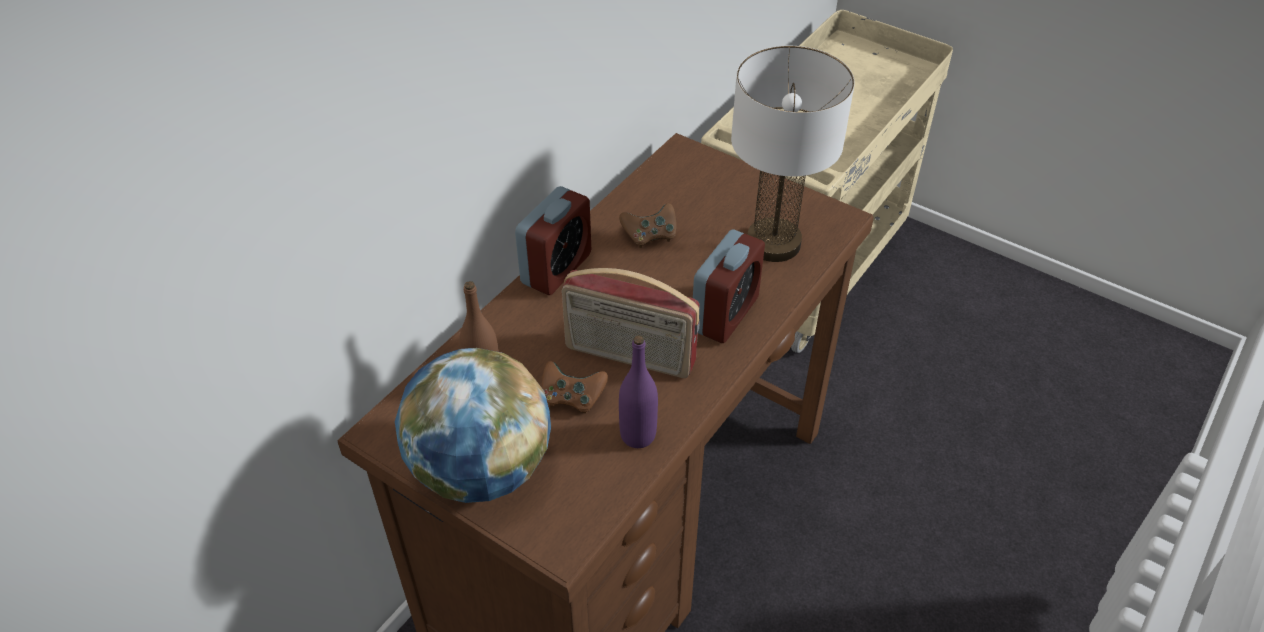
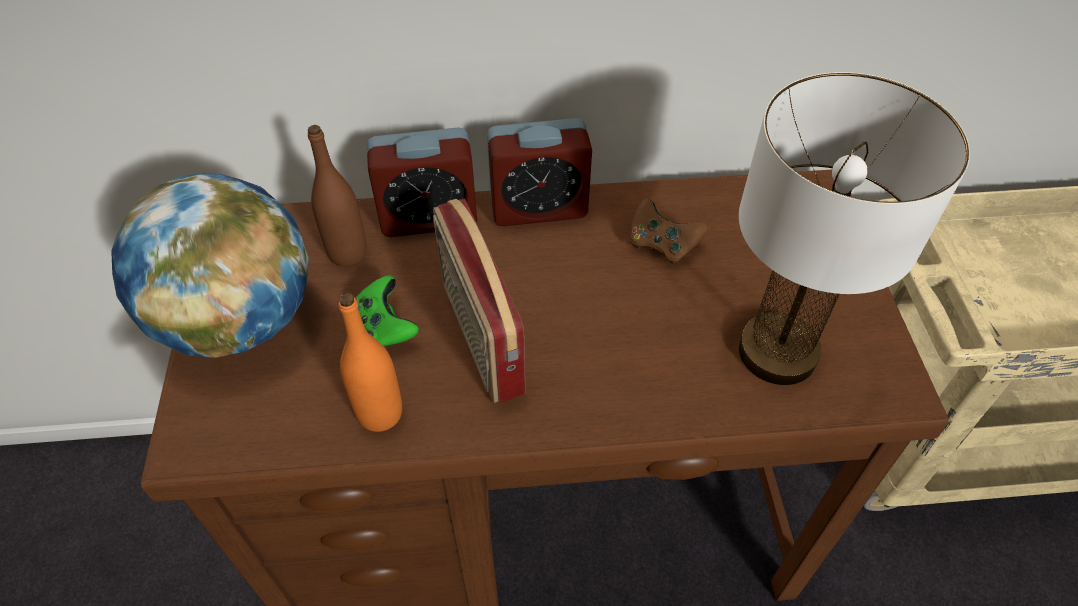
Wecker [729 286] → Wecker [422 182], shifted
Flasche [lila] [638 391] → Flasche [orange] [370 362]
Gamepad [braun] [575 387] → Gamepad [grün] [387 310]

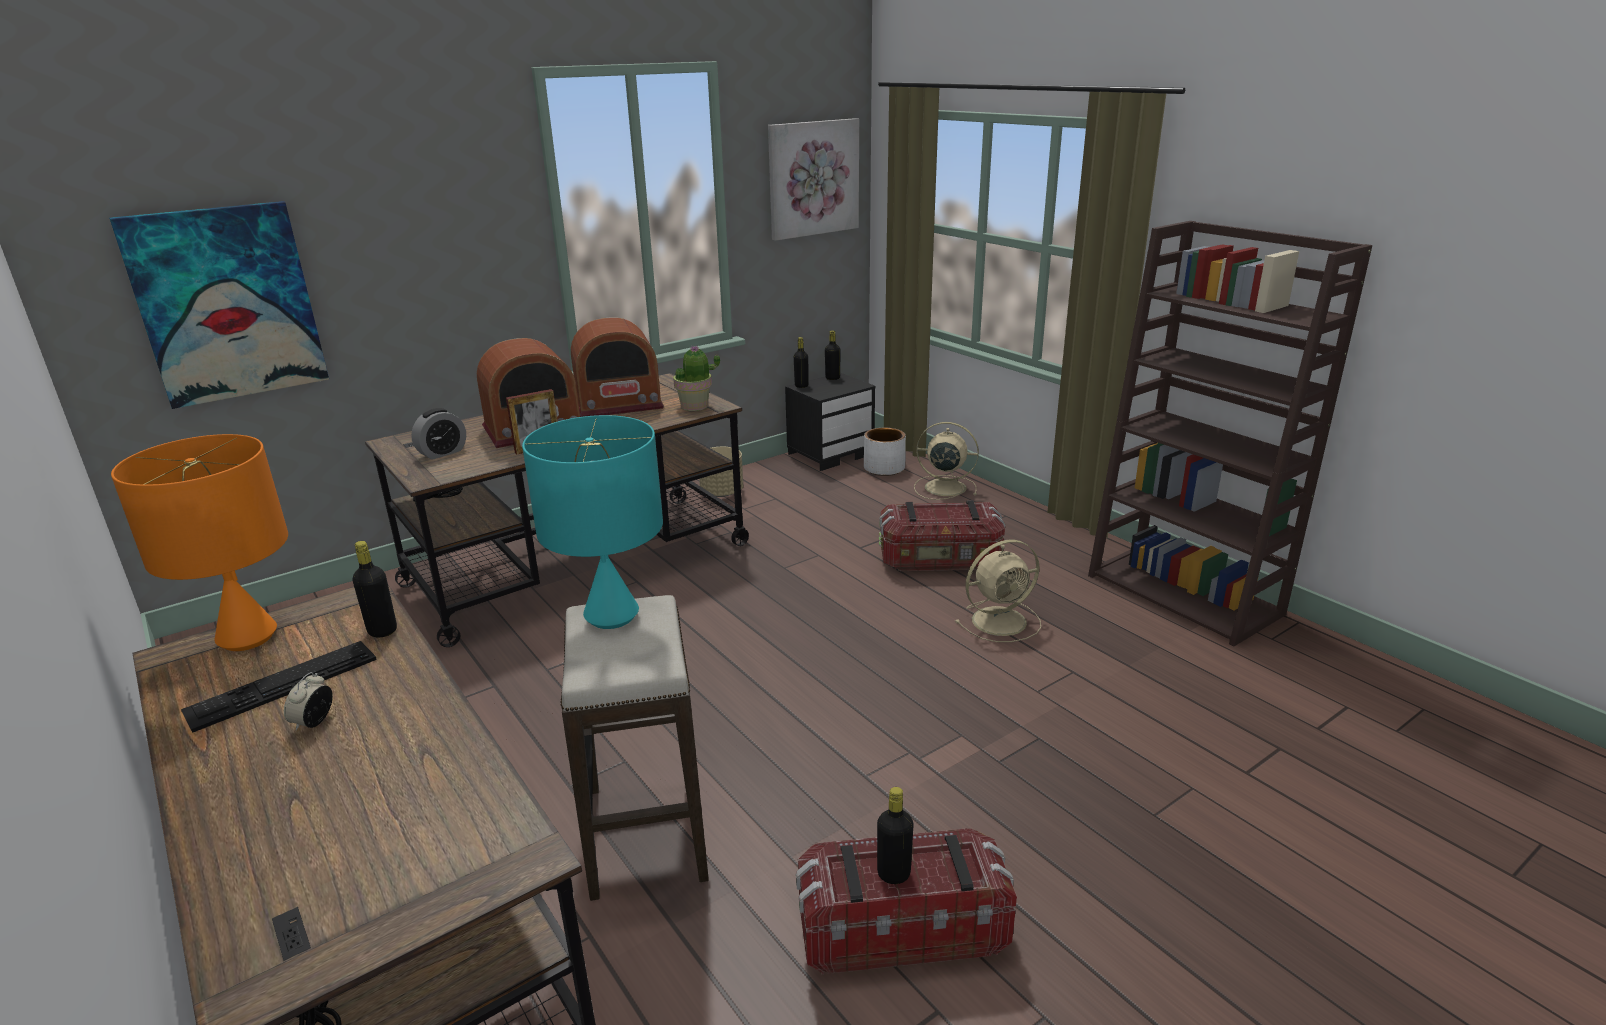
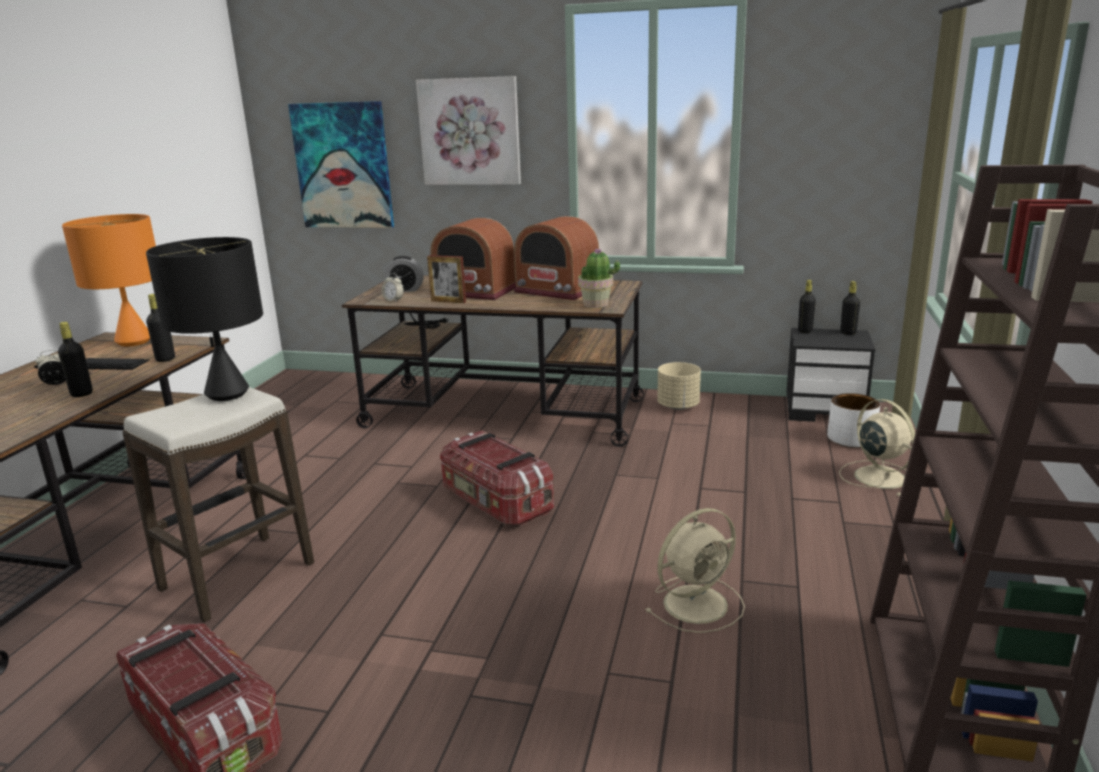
Bild [813 179] → Bild [468 130], shifted
Tischlampe [türkis] [592 522] → Tischlampe [schwarz] [204 319]
Aufbewahrungsbox [942 535] → Aufbewahrungsbox [497 478], shifted
Ventilator [beige] [998 591] → Ventilator [beige] [695 570], 60 degrees counterclockwise
Flasche [schwarz] [895 835] → Flasche [schwarz] [75 359], shifted
- → Wecker [392 287]

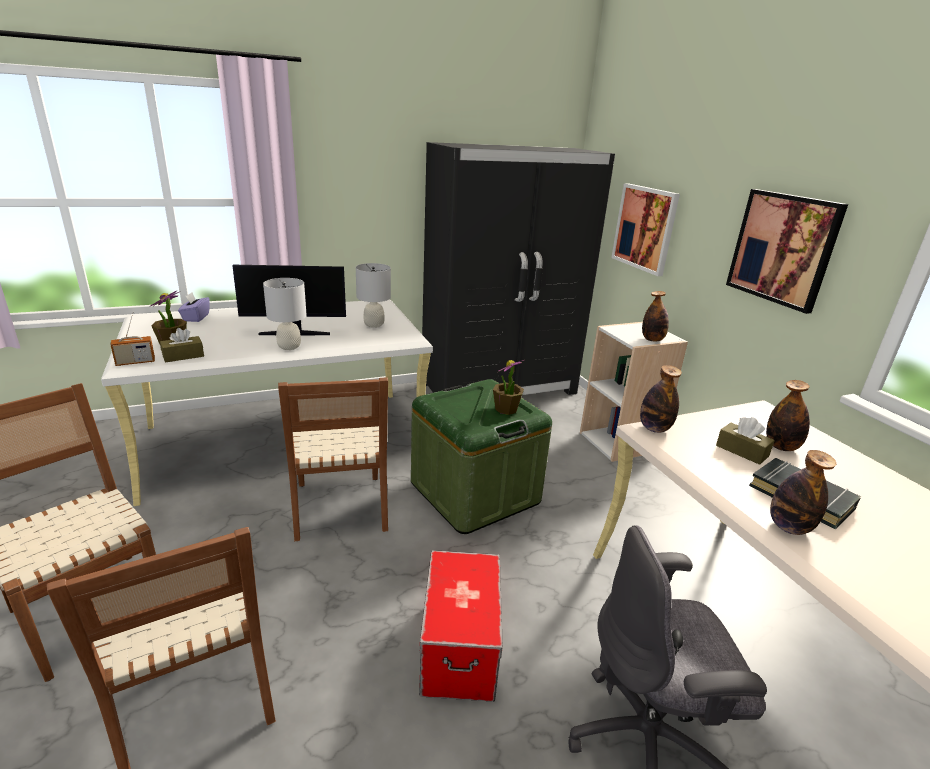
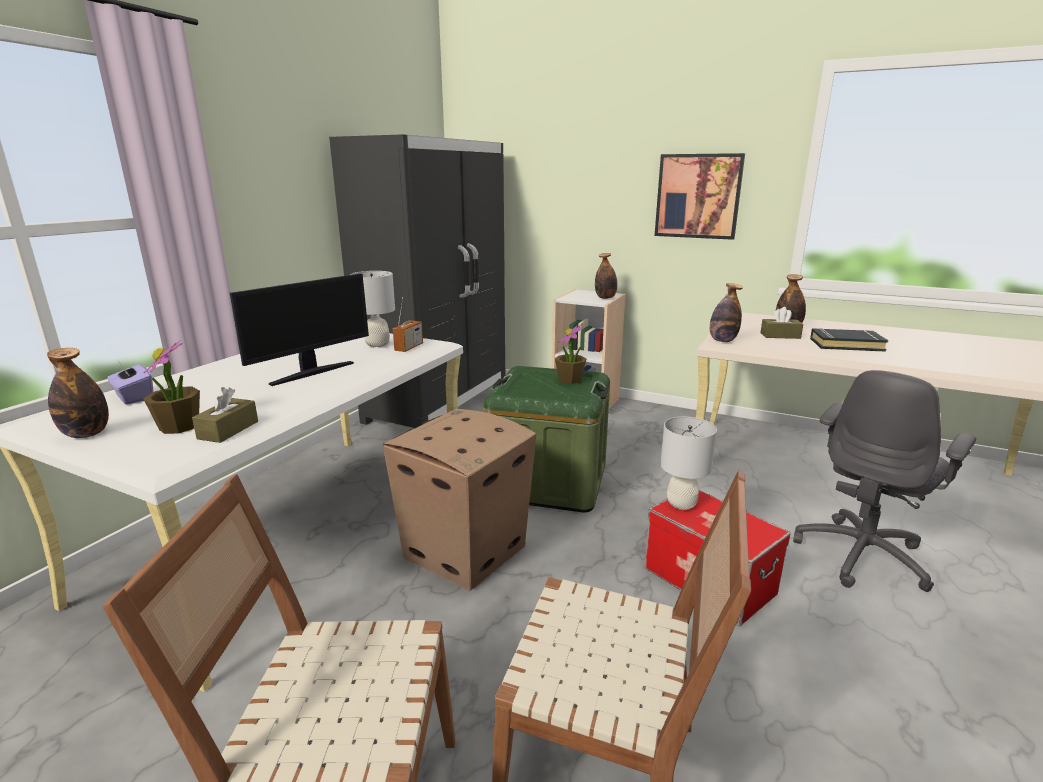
Bild [645 229] → -
Tischlampe [grau] [285 314] → Tischlampe [grau] [688 463], shifted
Radio [132 339] → Radio [408 324], shifted
Stuhl [333 459] → Karton [459 500]
Flasche [803 492] → Flasche [78 393], shifted

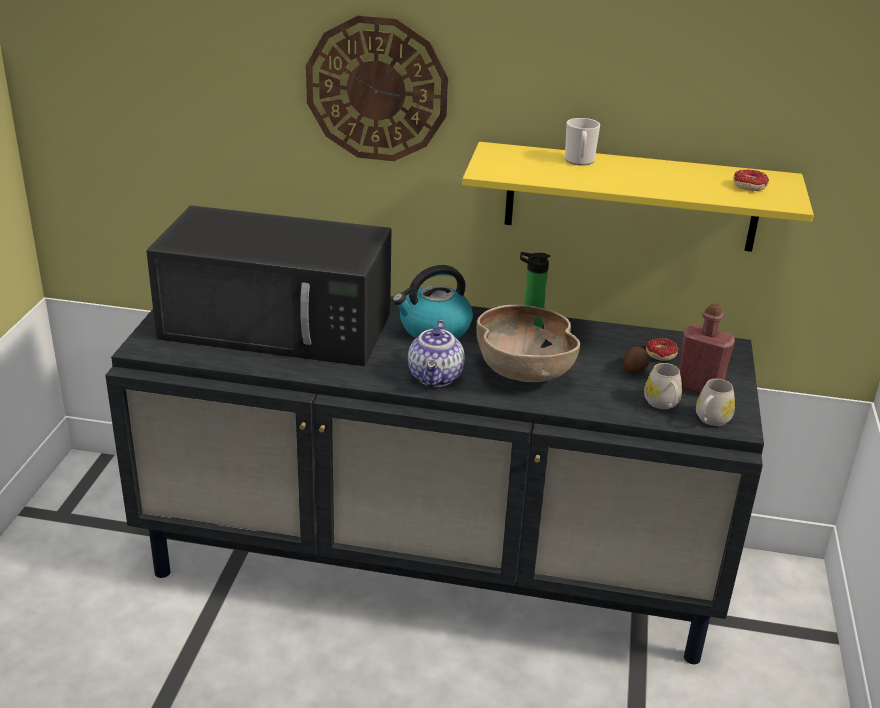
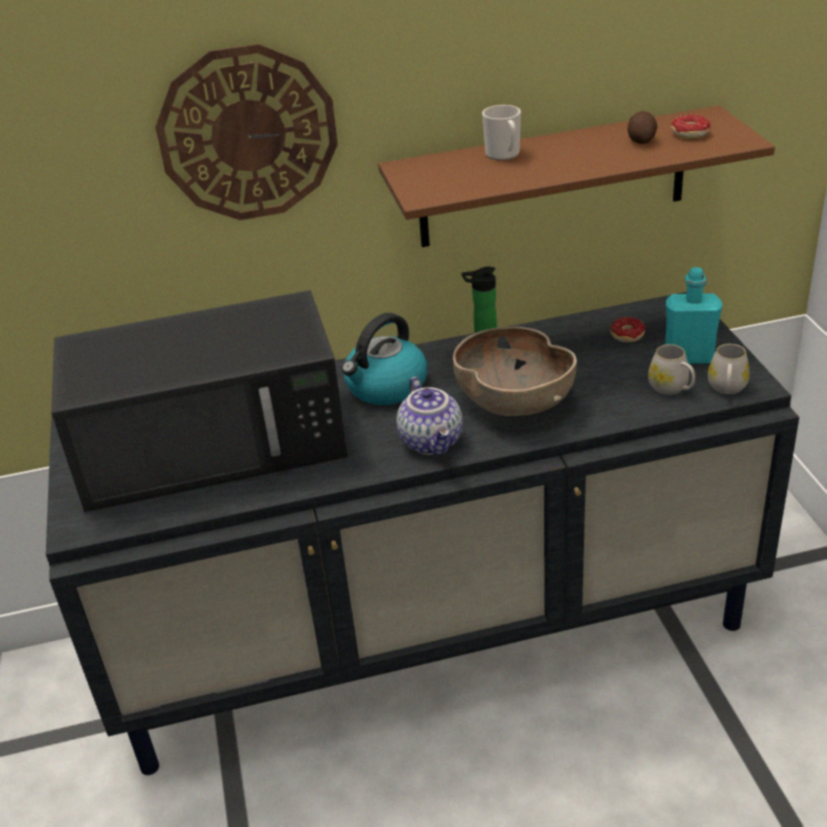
Wandregal [gelb] [638 197] → Wandregal [braun] [576 176]
Flasche [rot] [707 348] → Flasche [türkis] [693 315]
Kartoffel [636 360] → Kartoffel [643 127], shifted

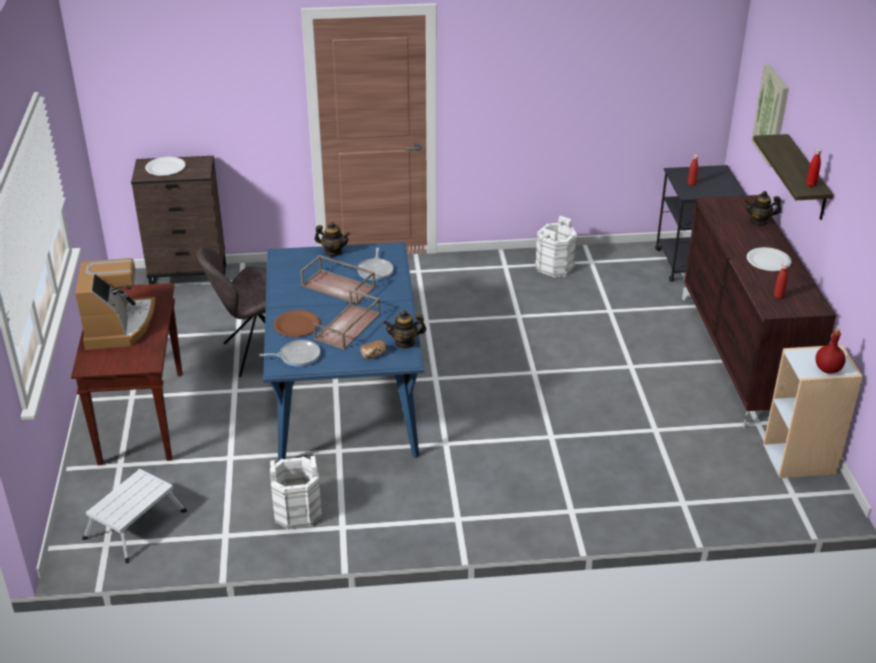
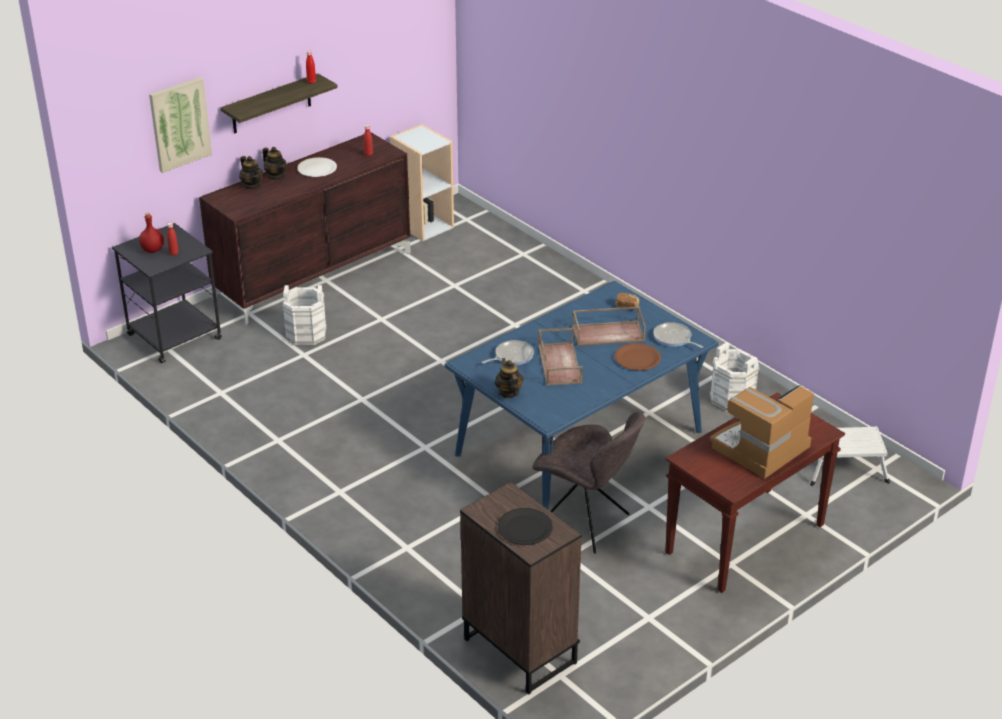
Teller [weiß] [165 166] → Teller [schwarz] [525 526]
Eimer [weiß] [556 246] → Eimer [weiß] [305 315], shifted
Teekanne [404 329] → Teekanne [274 163], shifted
Flasche [rot] [830 351] → Flasche [rot] [151 233], shifted

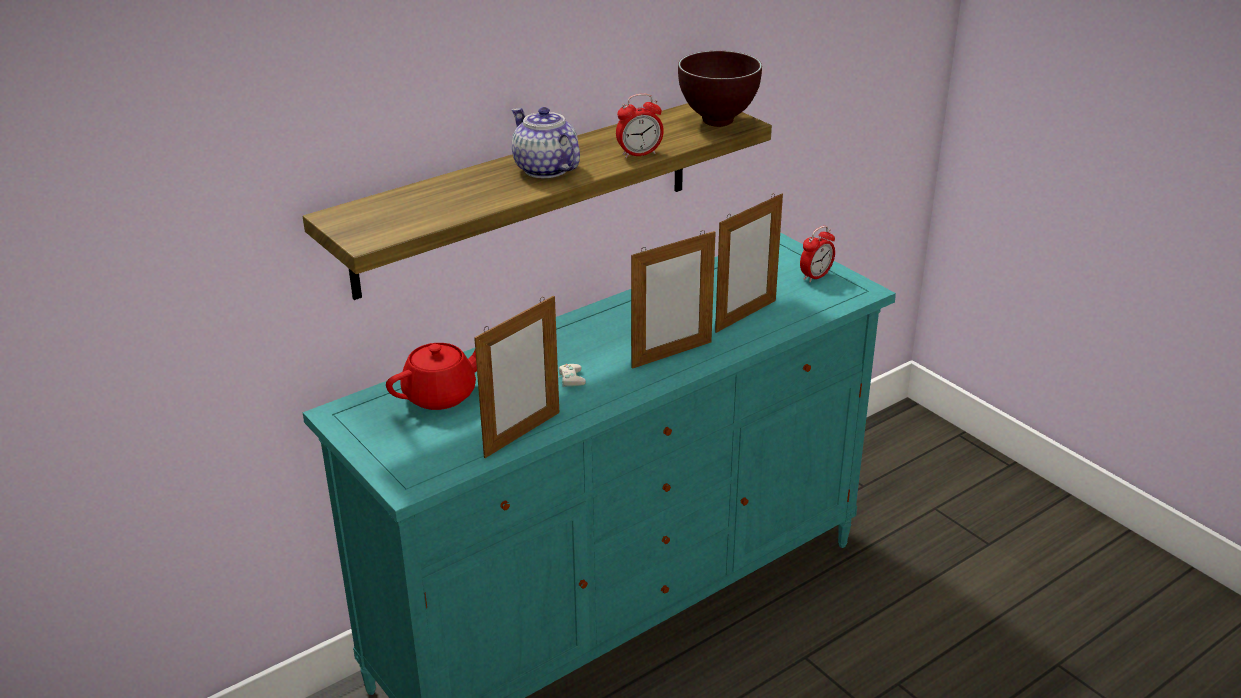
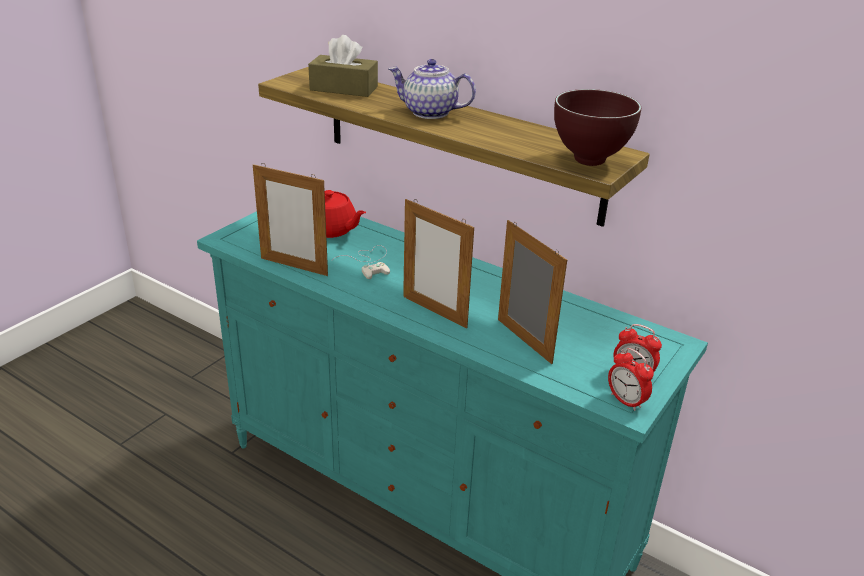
Wecker [640 126] → Wecker [631 379], shifted
Teekanne [546 142] → Teekanne [432 89], 105 degrees counterclockwise
Bilderrahmen [749 263] → Bilderrahmen [532 292], 150 degrees counterclockwise
- → Taschentuchbox [braun] [343 66]

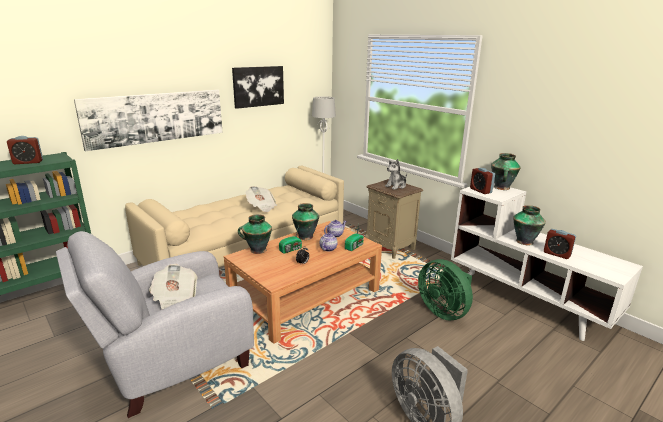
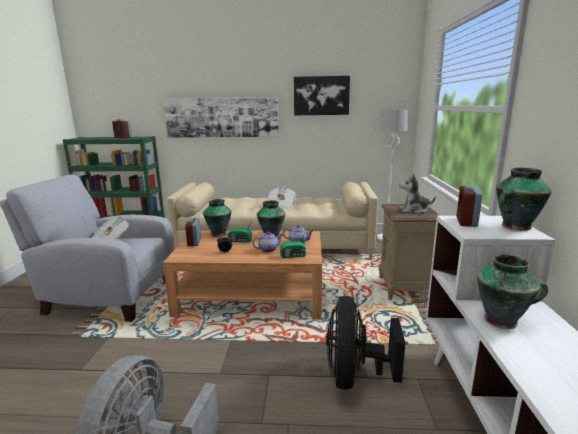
Wecker [560 244] → Wecker [193 232], shifted
Ventilator [grün] [445 290] → Ventilator [schwarz] [365 343]

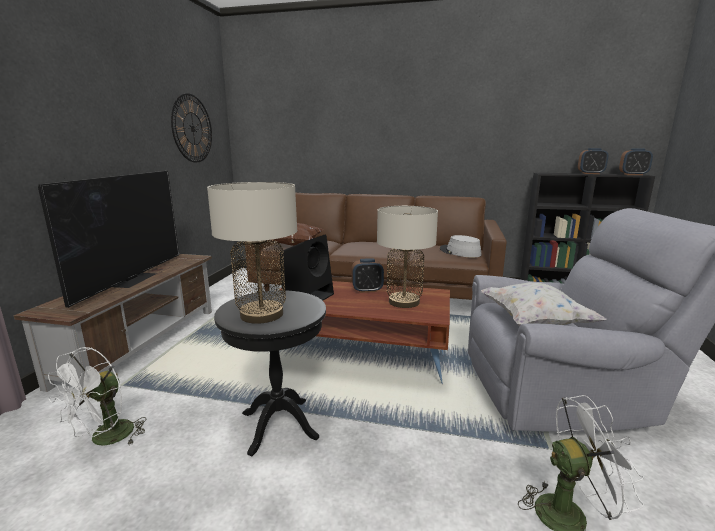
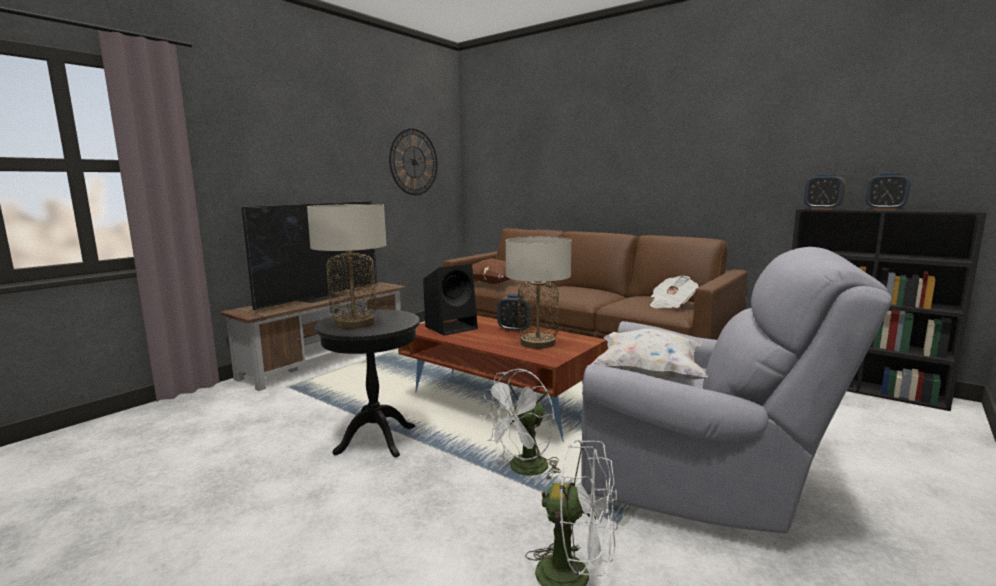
Wecker [636 162] → Wecker [825 191], shifted
Hut [grau] [460 246] → Zeitung [674 292]
Ventilator [weiß] [97 396] → Ventilator [weiß] [520 424], shifted

